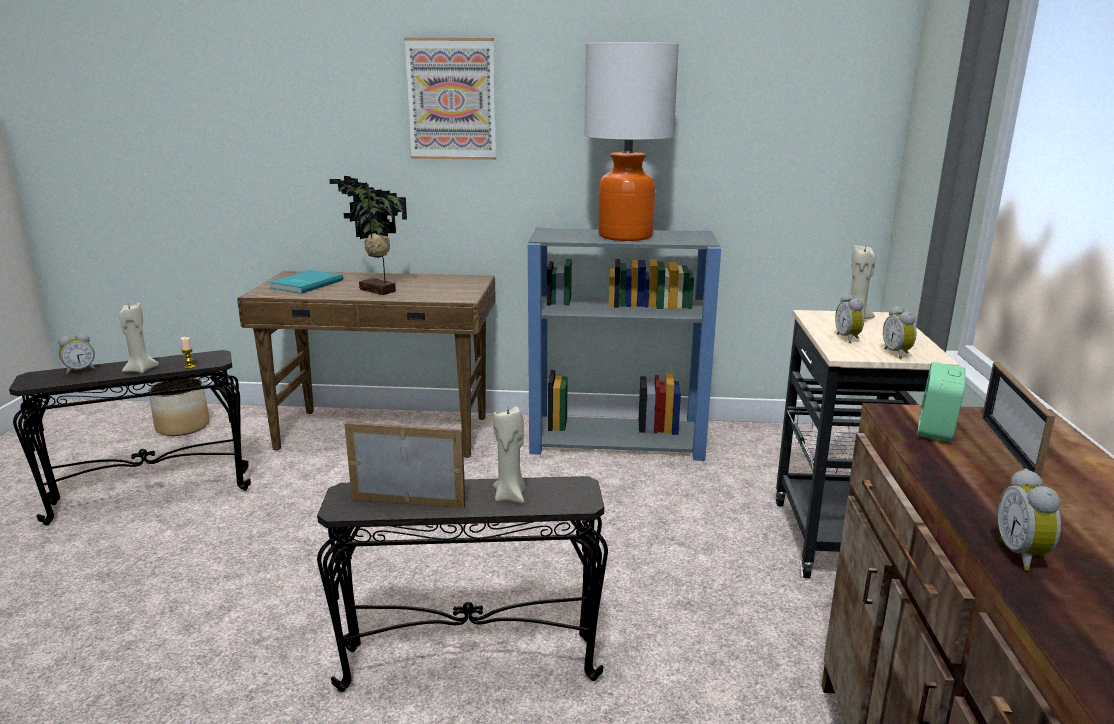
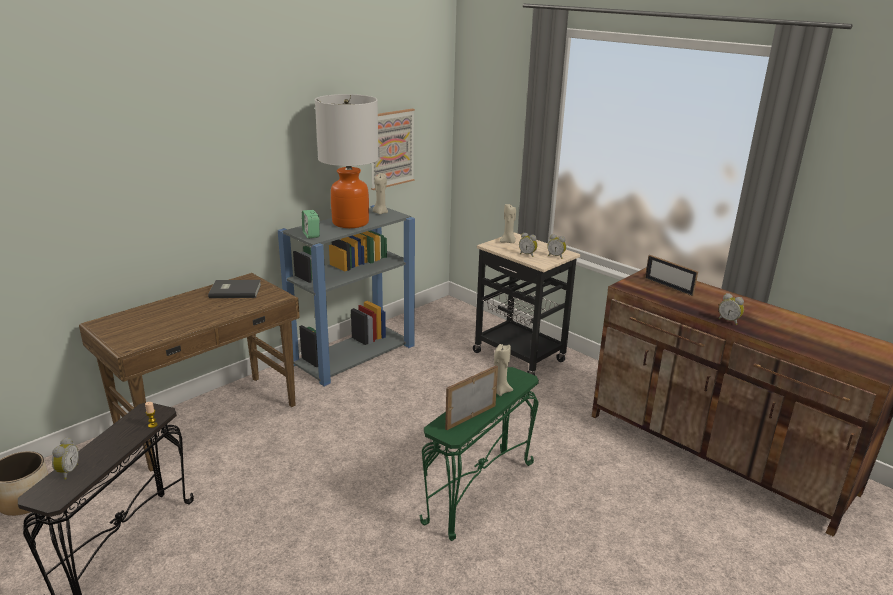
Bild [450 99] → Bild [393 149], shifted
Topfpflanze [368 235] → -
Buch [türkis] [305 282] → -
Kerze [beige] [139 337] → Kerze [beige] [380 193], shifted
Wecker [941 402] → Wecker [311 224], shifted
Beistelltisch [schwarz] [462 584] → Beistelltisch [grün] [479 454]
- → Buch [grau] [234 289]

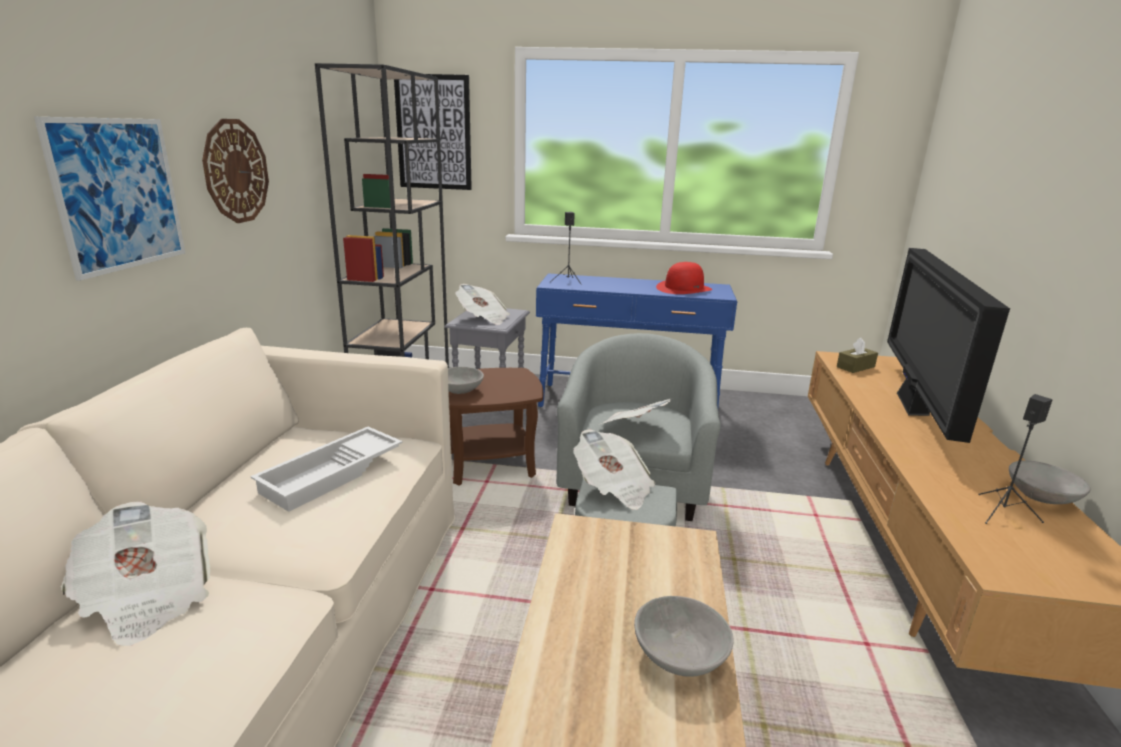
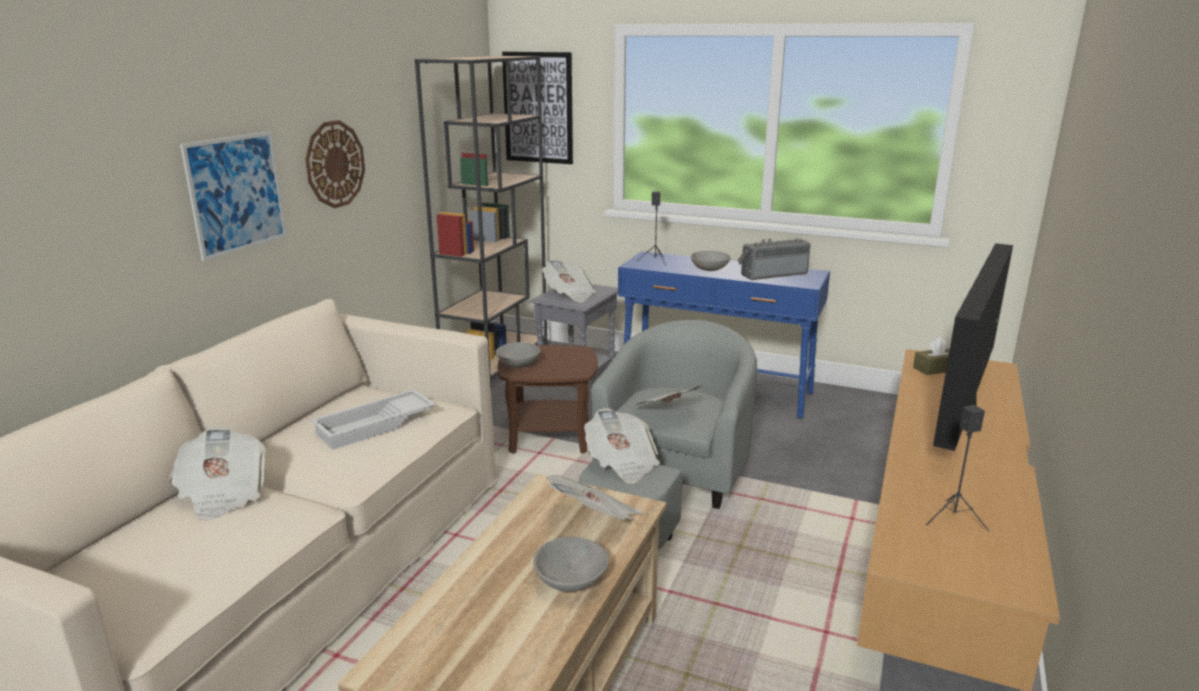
Hut [rot] [684 278] → Radio [774 259]
Schüssel [grau] [1050 482] → Schüssel [grau] [711 261], shifted
- → Zeitung [595 497]

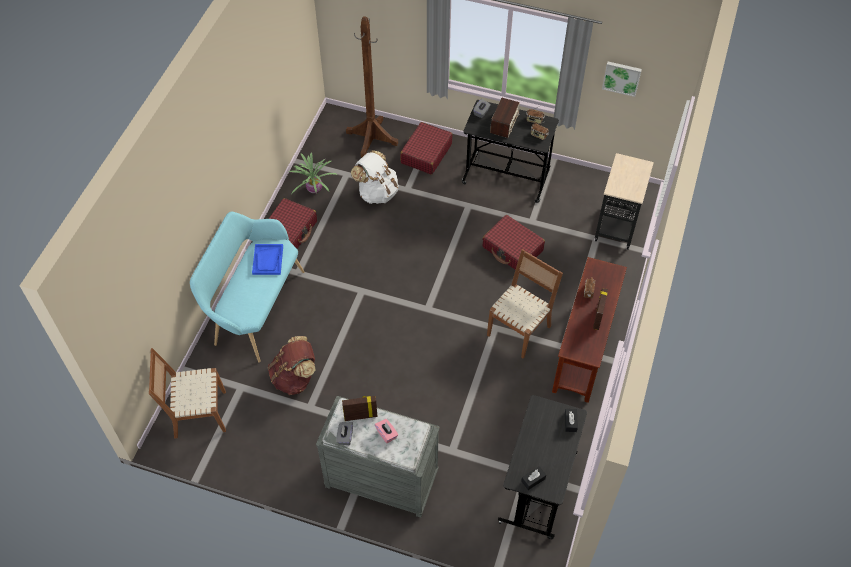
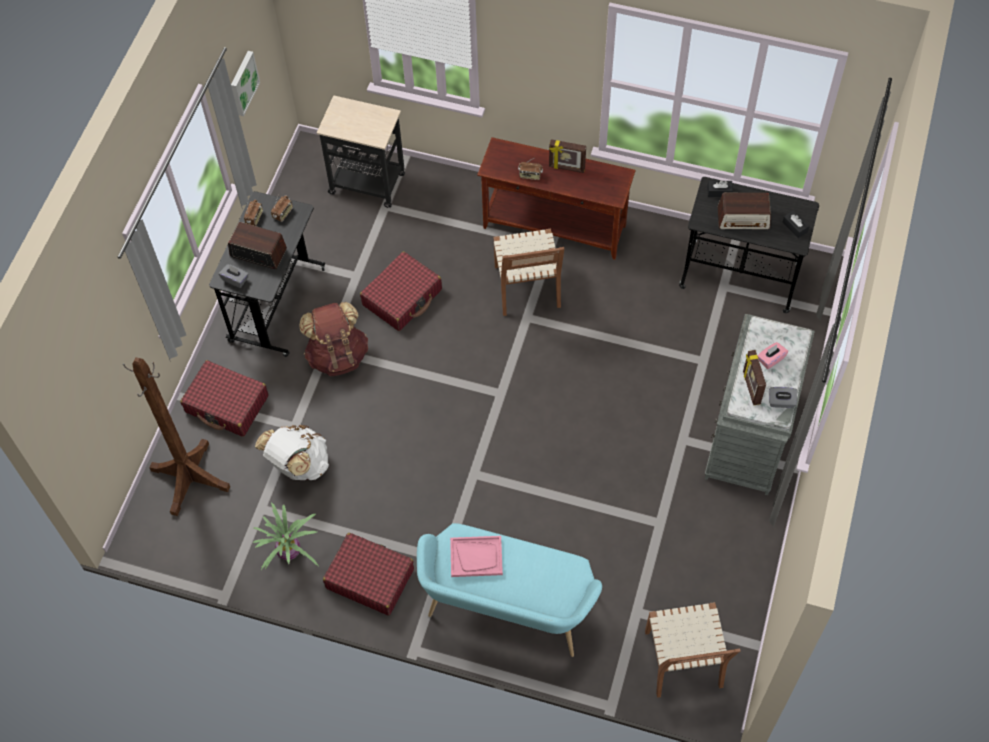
Tablett [blau] [267 259] → Tablett [rosa] [476 556]
Stuhl [525 304] → Stuhl [528 272], 135 degrees counterclockwise
Rucksack [braun] [291 365] → Rucksack [braun] [333 339], shifted
- → Radio [744 210]

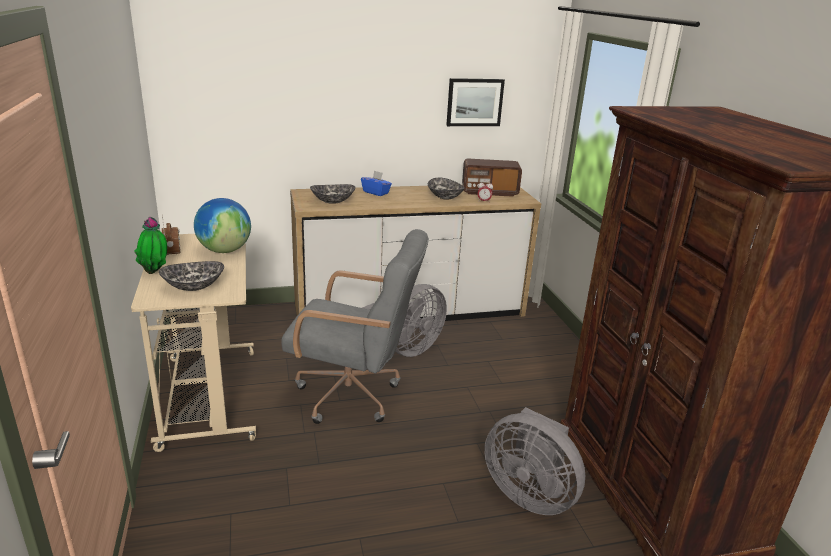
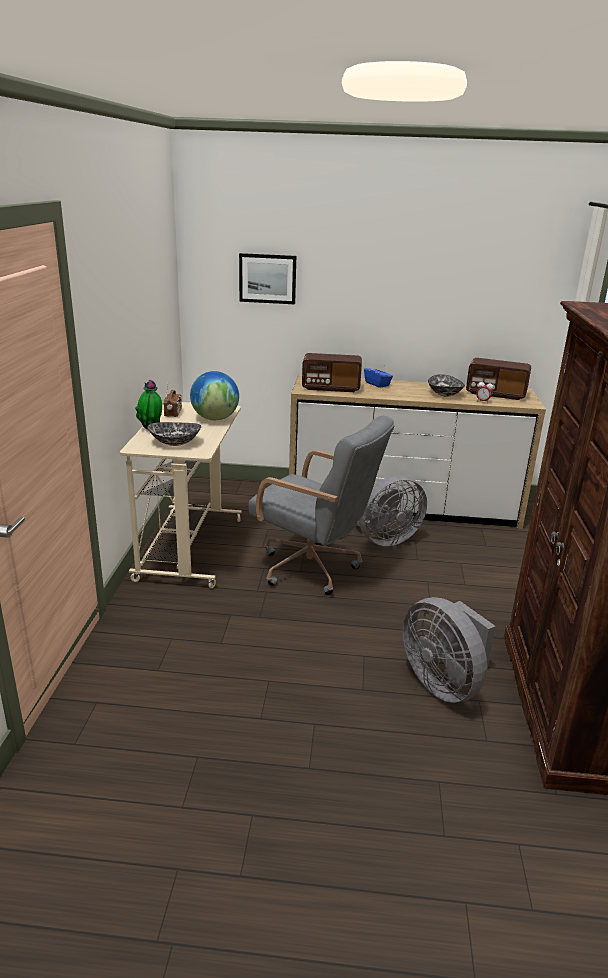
Bild [475 102] → Bild [267 278], shifted
Schüssel [333 194] → Radio [332 372]

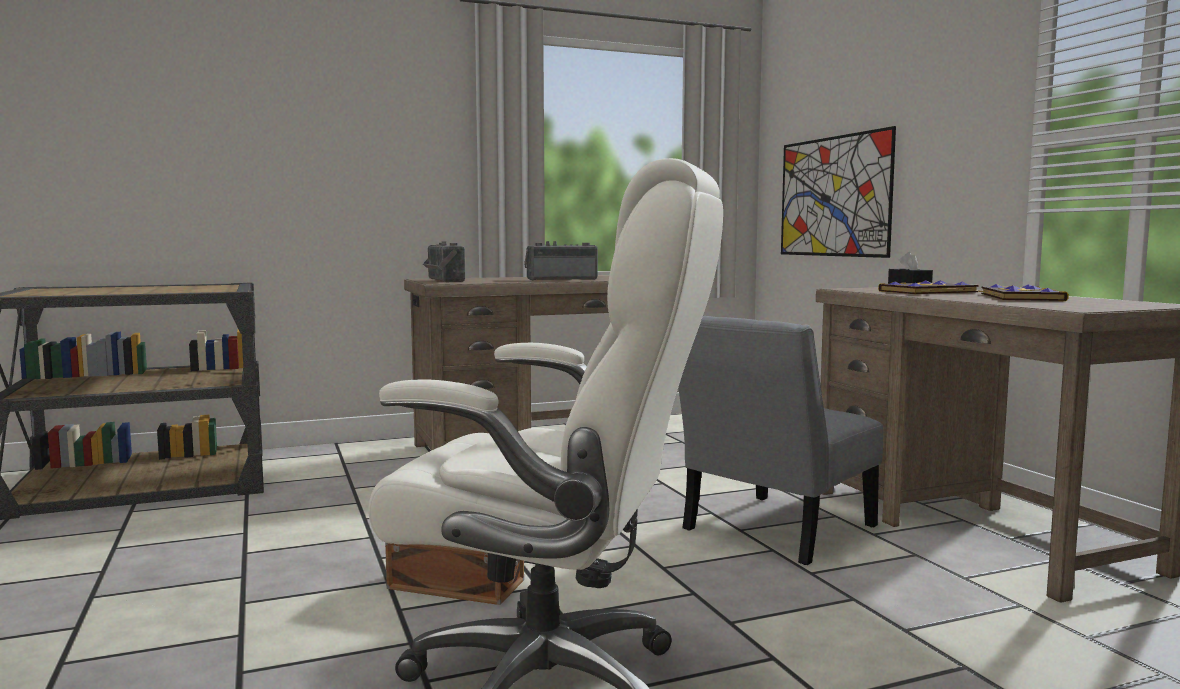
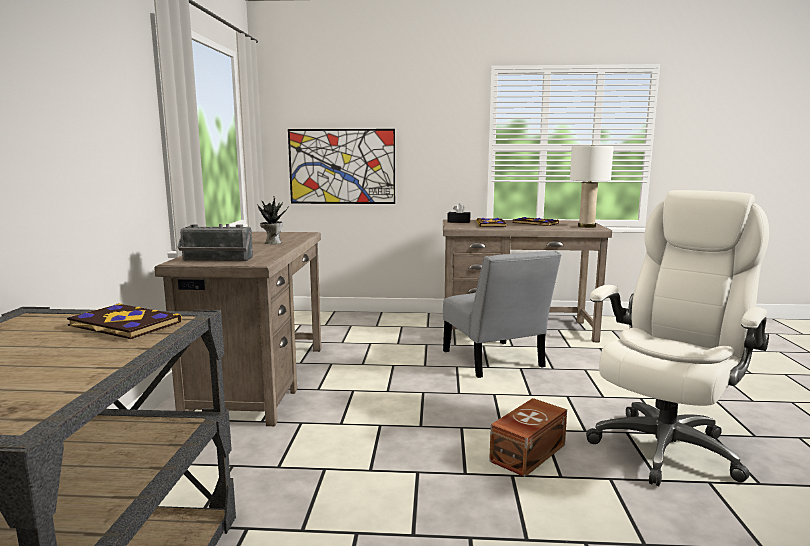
Radio [561 260] → Topfpflanze [273 220]
- → Tischlampe [weiß] [592 186]
- → Buch [124 321]

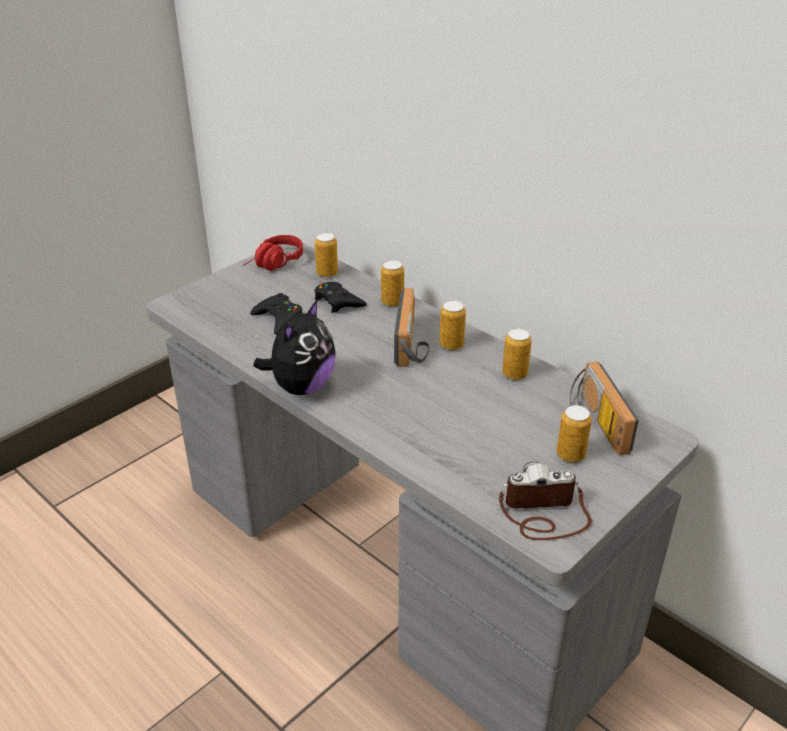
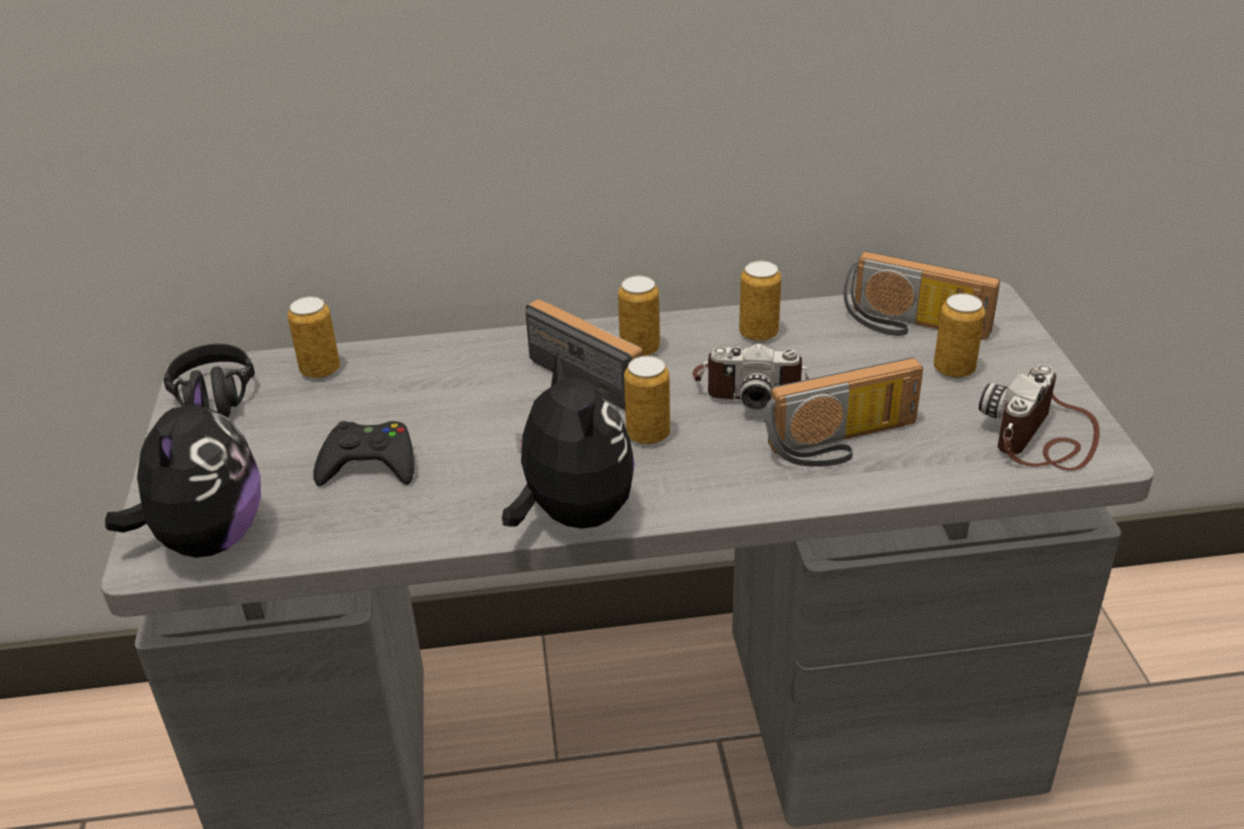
Kopfhörer [rot] [273 253] → Kopfhörer [schwarz] [209 380]
Dose [392 283] → Dose [647 400], shifted
Gamepad [schwarz] [341 297] → -
- → Kamera [751 376]
- → Radio [844 412]
- → Plüschtier [183 466]

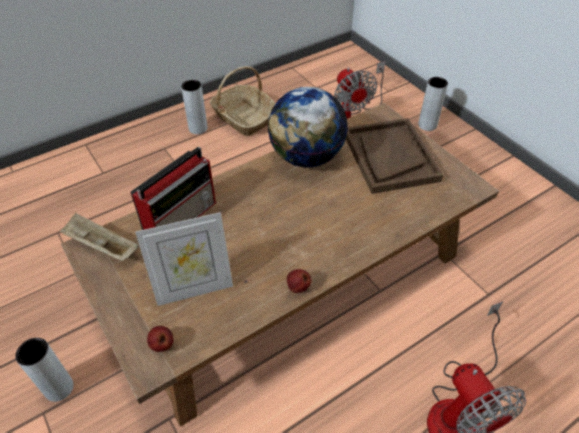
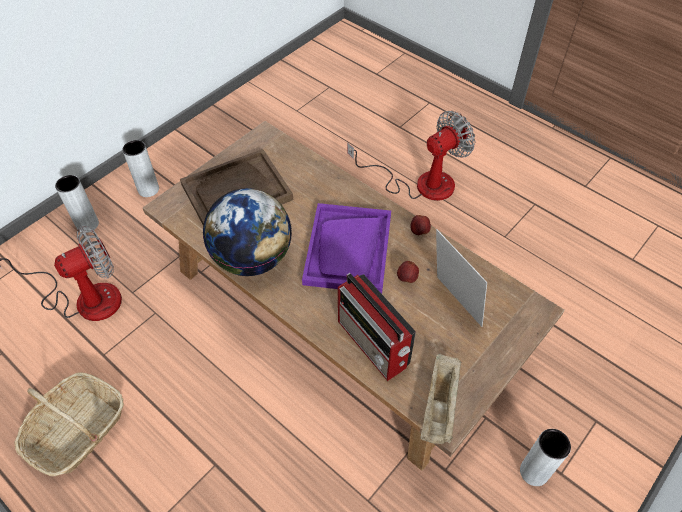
Vase [grau] [194 107] → Vase [grau] [140 168], shifted
Radio [173 188] → Radio [377 327], 150 degrees counterclockwise
Apfel [160 339] → Apfel [408 272], shifted
- → Tablett [lila] [346 248]

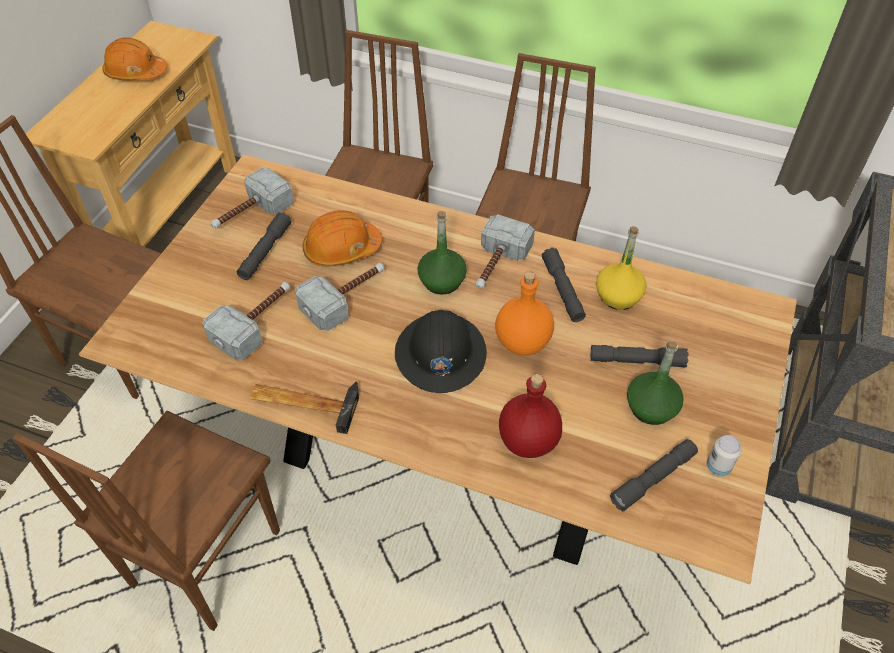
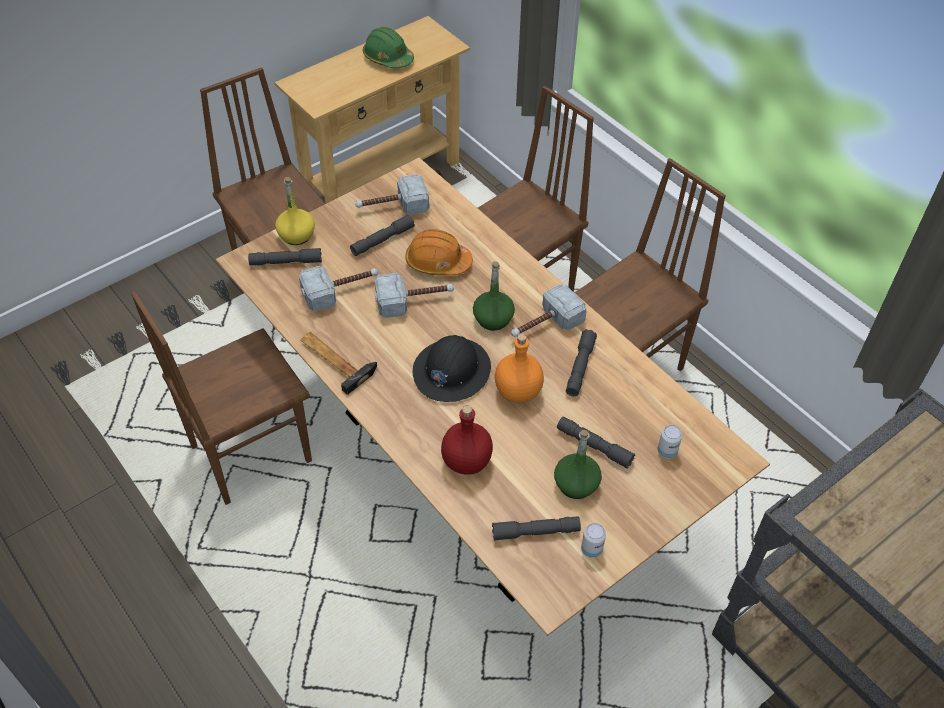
Schutzhelm [orange] [134 59] → Schutzhelm [grün] [388 47]
Flasche [gelb] [621 268] → Flasche [gelb] [295 211], shifted
- → Taschenlampe [grau] [285 256]
- → Dose [670 442]

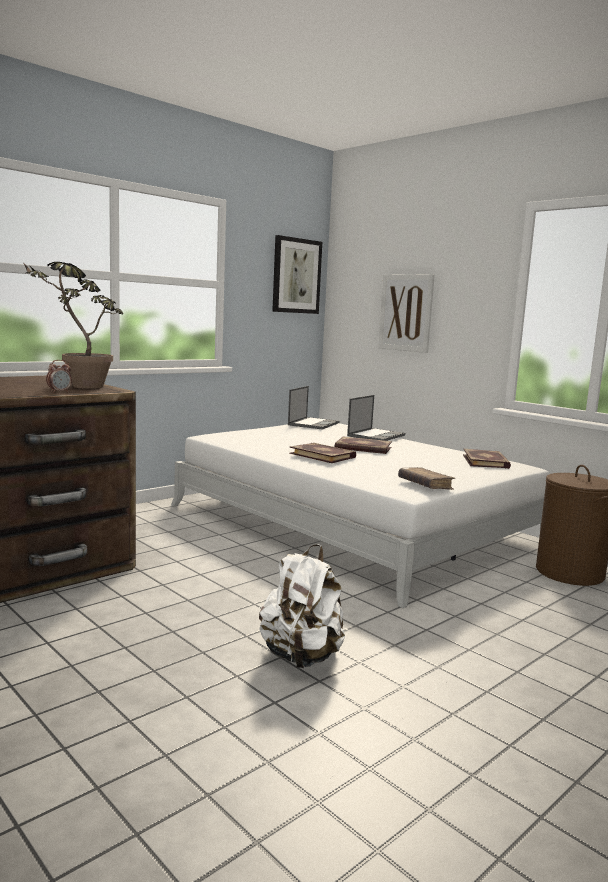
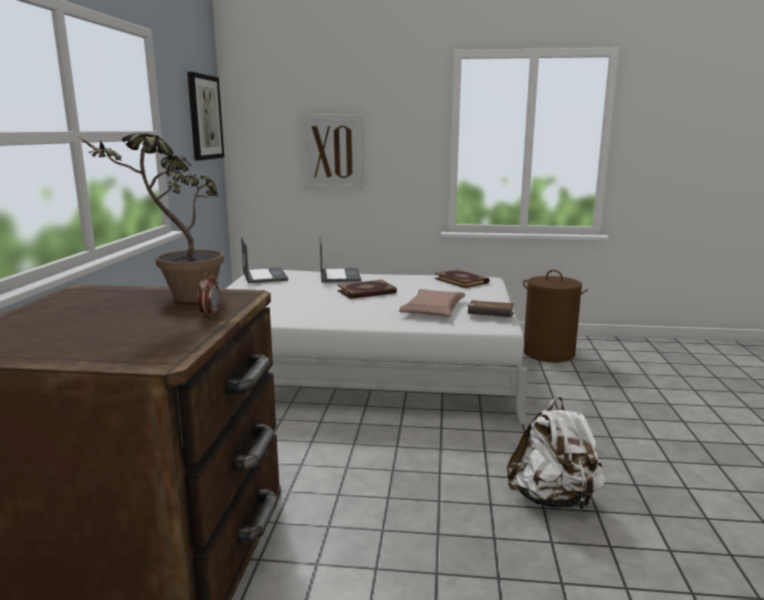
Buch [322 453] → -
- → Kissen [beige] [432 303]

